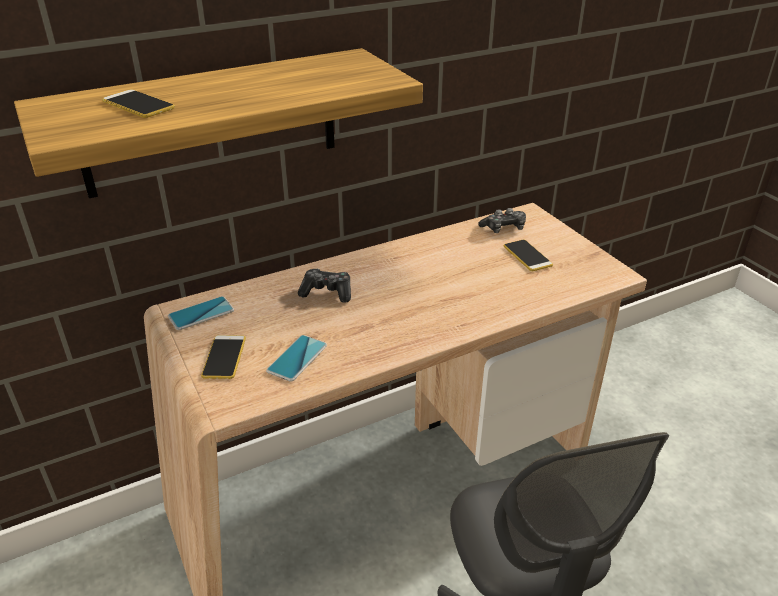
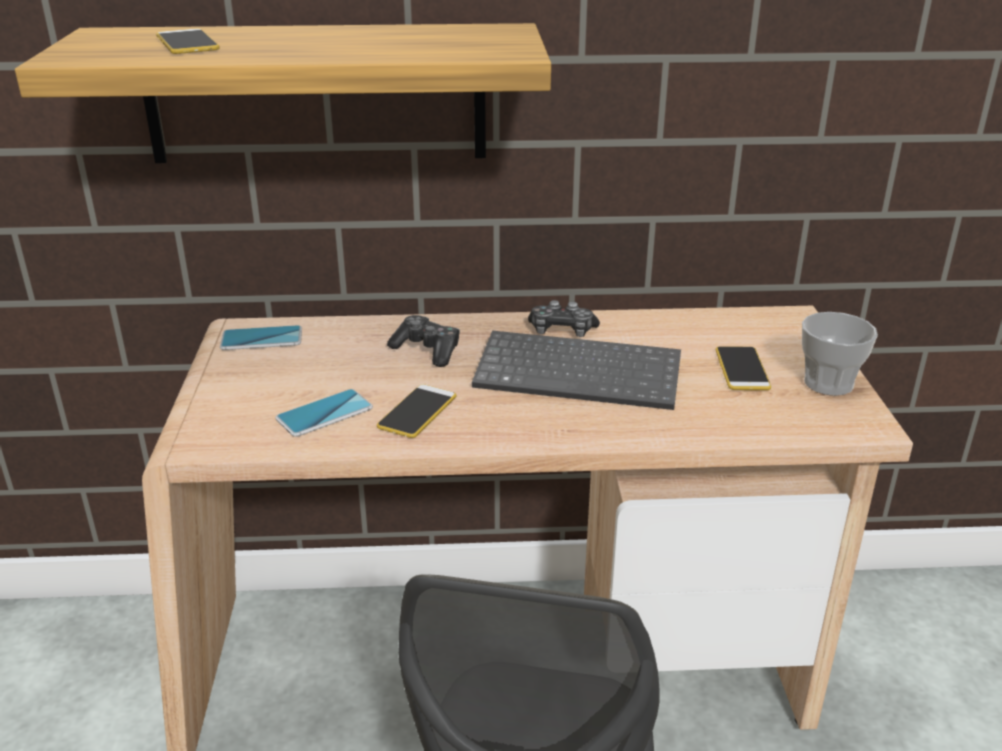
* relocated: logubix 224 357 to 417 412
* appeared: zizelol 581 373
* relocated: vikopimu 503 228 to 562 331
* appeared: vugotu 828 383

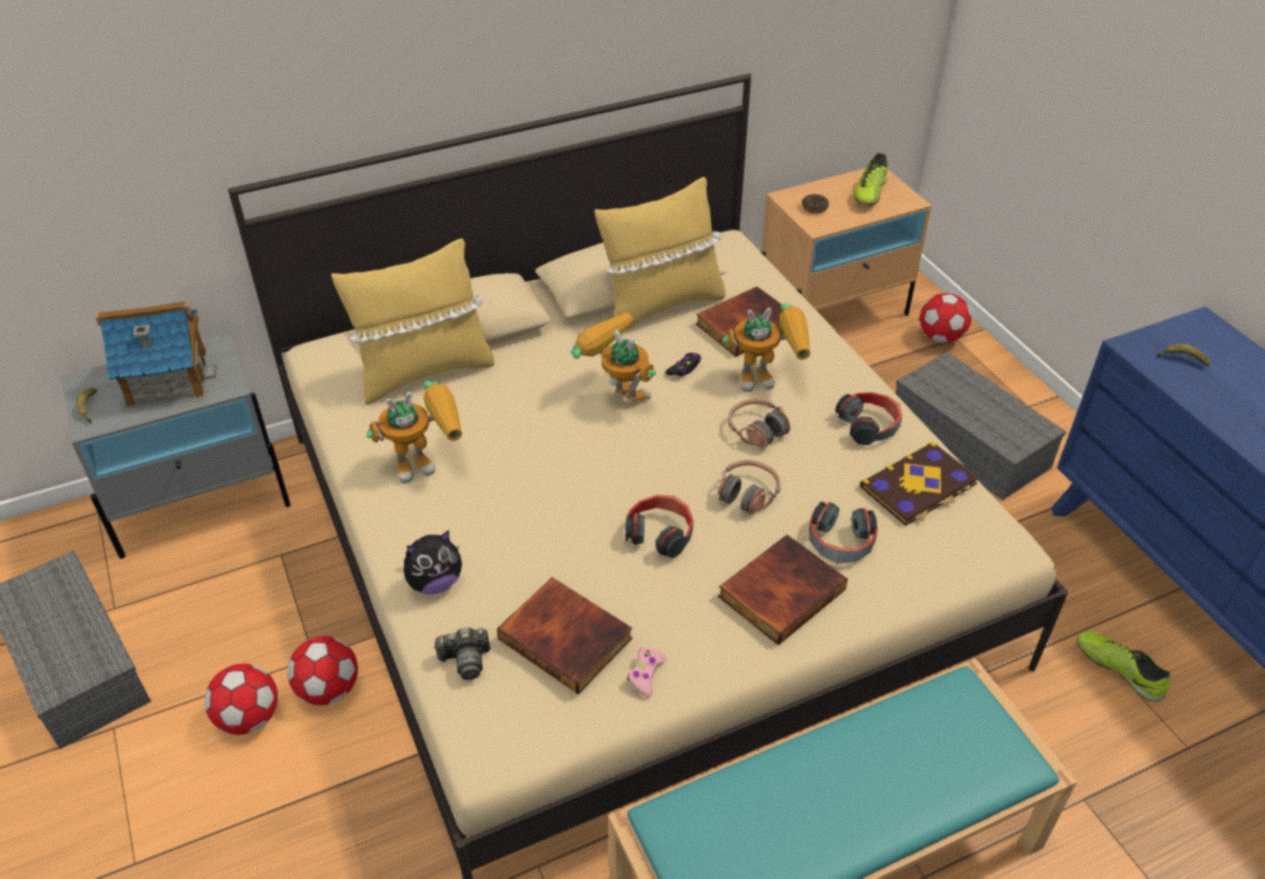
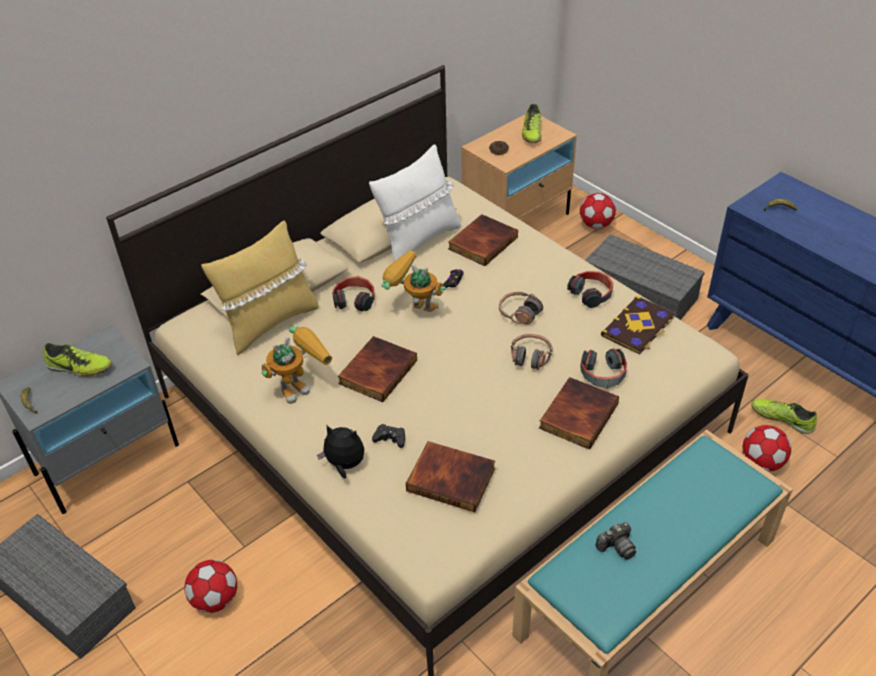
* exchanged: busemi 166 378 to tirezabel 80 368
* spun: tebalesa 435 582 = 344 465 120 degrees counterclockwise
* relocated: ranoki 660 533 to 355 300
* appeared: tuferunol 377 371
* colour: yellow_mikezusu 661 305 to white_mikezusu 418 241
* appeared: black_vikopimu 390 438
* relocated: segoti 466 660 to 616 547
* relocated: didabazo 329 689 to 761 462
* missing: pink_vikopimu 646 675
* missing: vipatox 768 377

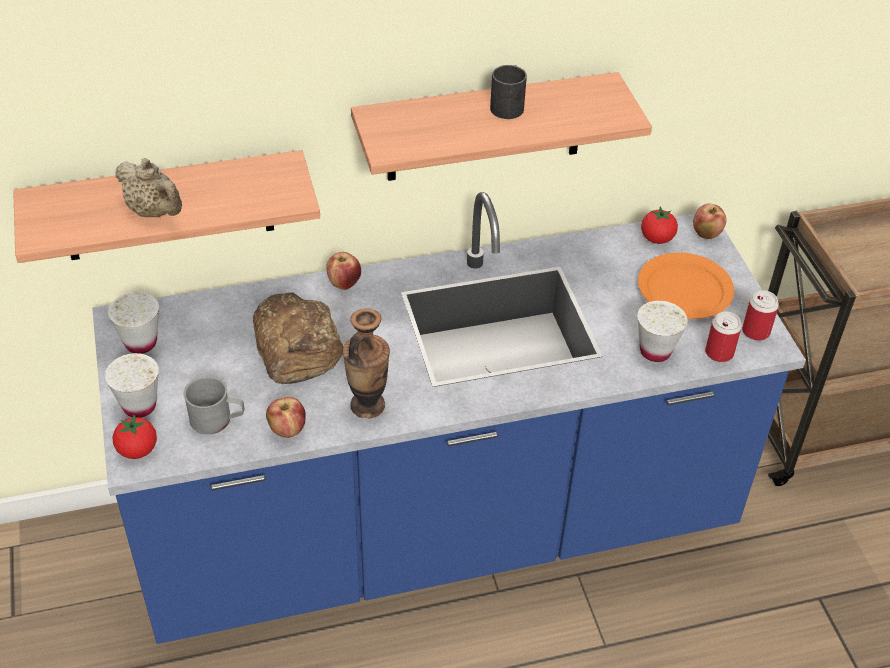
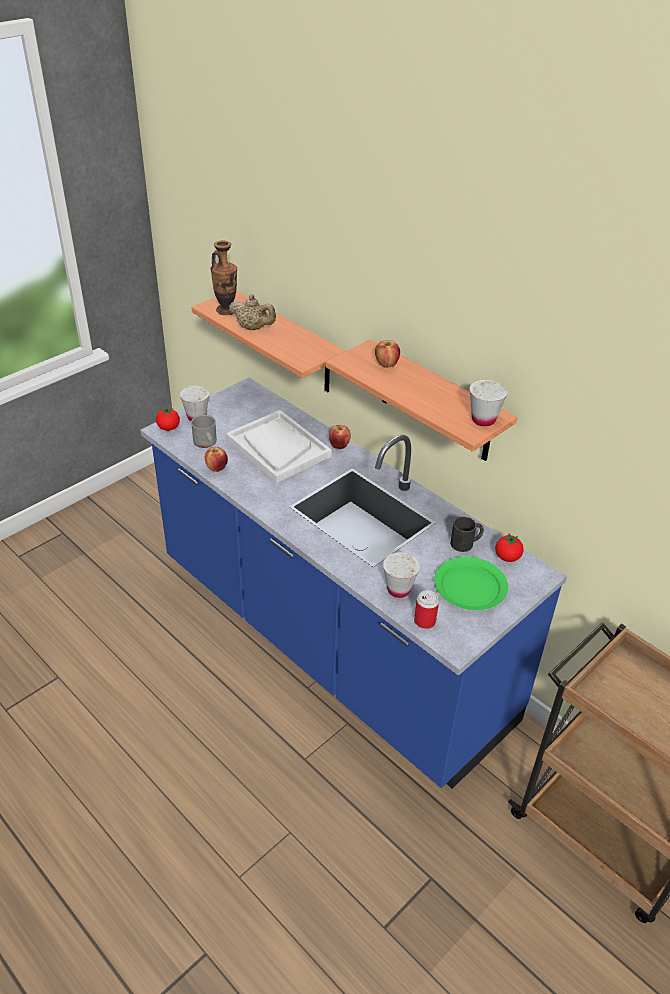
* relocated: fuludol 368 405 to 226 310
* exchanged: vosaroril 296 346 to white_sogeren 278 448
* spun: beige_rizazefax 154 212 = 253 328 75 degrees counterclockwise
* relocated: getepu 706 234 to 386 364
* colour: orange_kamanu 684 289 to green_kamanu 470 585
* relocated: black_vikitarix 508 104 to 466 543
* relocated: white_vugotu 141 343 to 483 420
* missing: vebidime 755 331

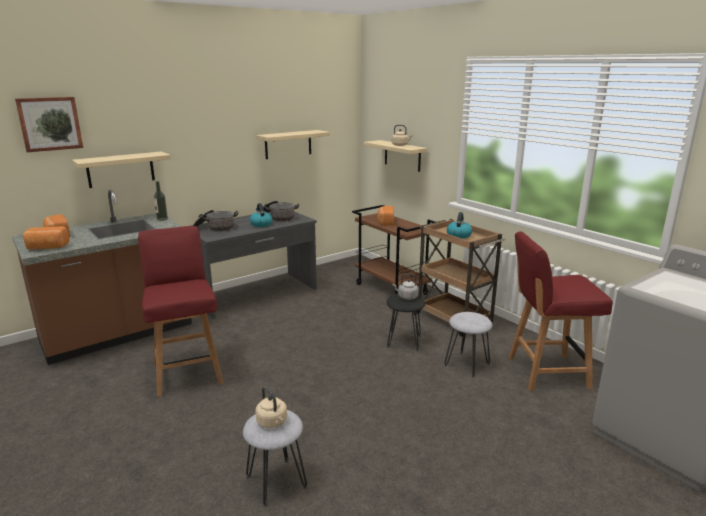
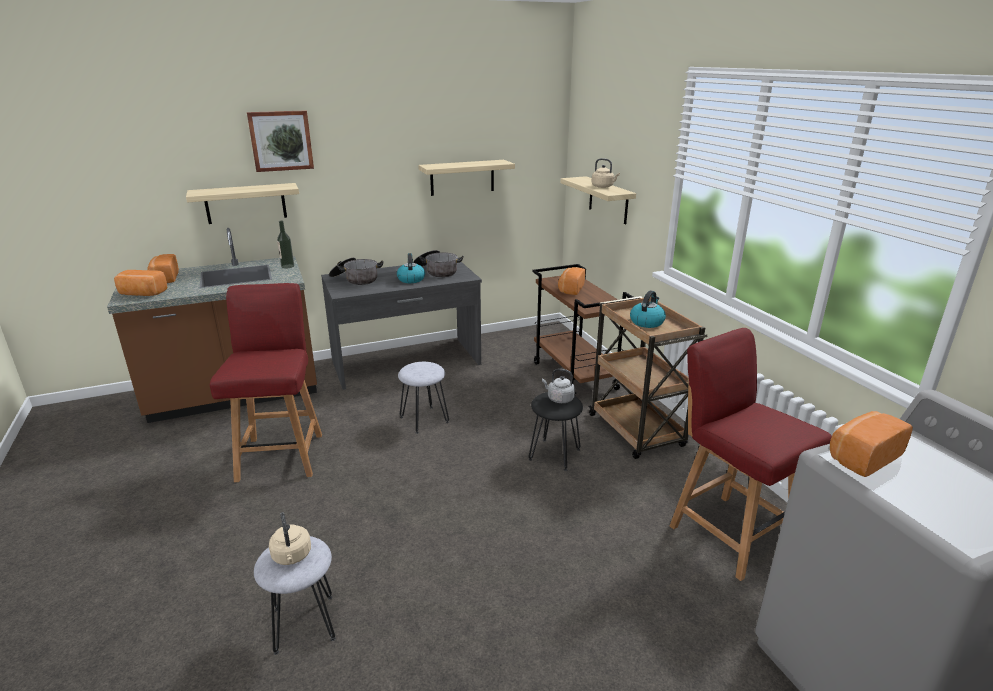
* relocated: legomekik 50 123 to 281 140
* relocated: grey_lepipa 467 364 to 424 419
* spun: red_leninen 545 372 = 729 533 45 degrees clockwise
* appeared: vosaroril 862 457

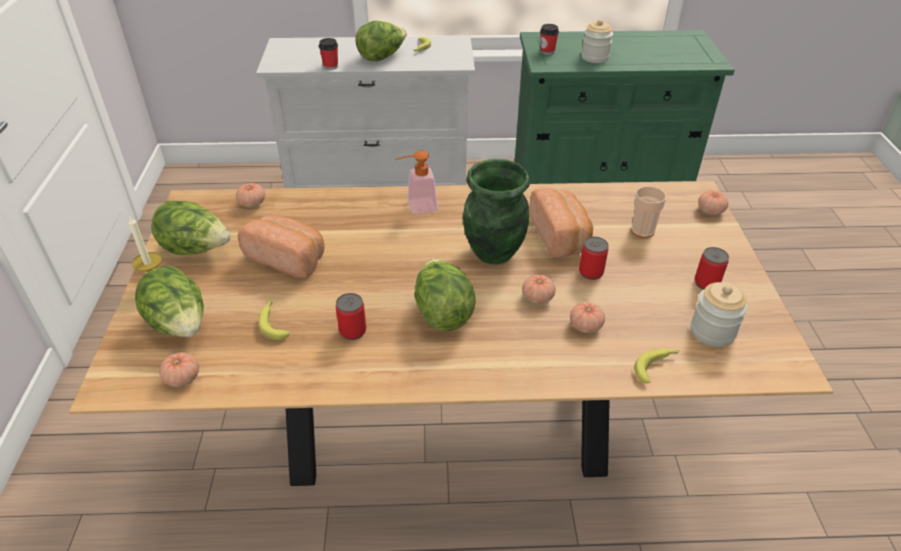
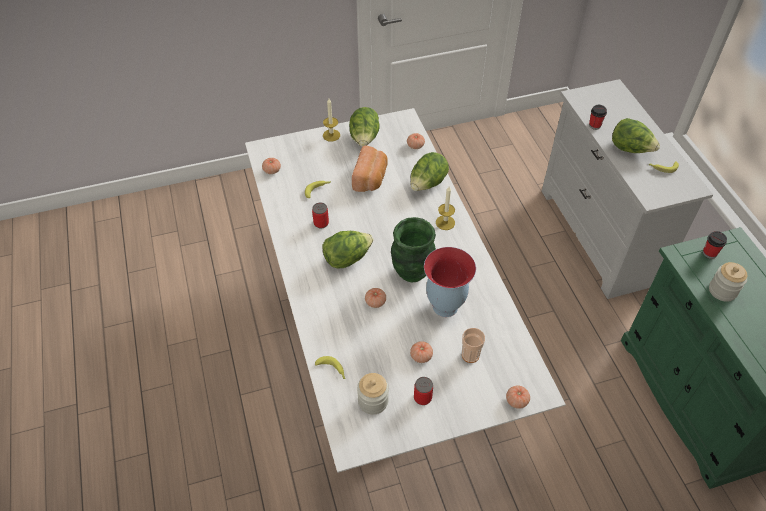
* colour: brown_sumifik 449 424 to white_sumifik 382 339
* relocated: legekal 180 325 to 427 184
* relocated: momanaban 585 326 to 421 356
* exchanged: vosaroril 560 236 to fuludol 444 306
* exchanged: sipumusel 416 206 to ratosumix 445 222
* missing: vebidime 591 272

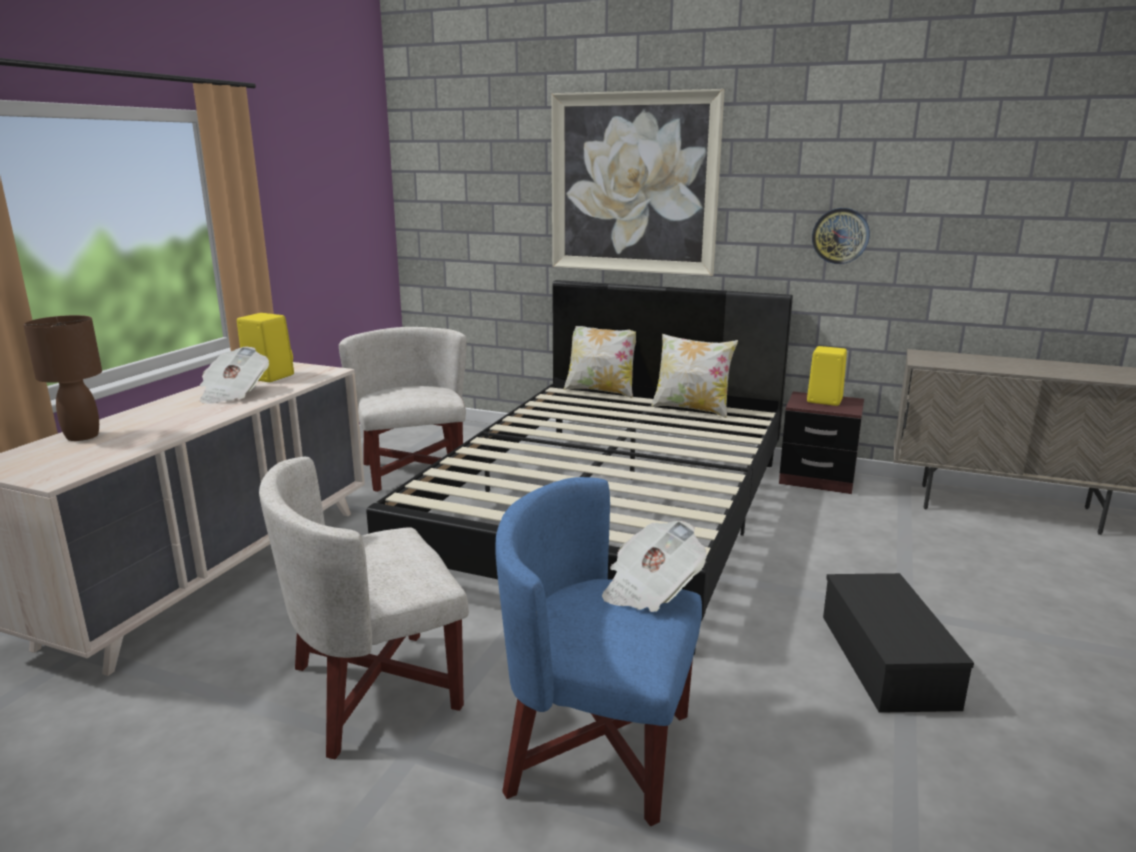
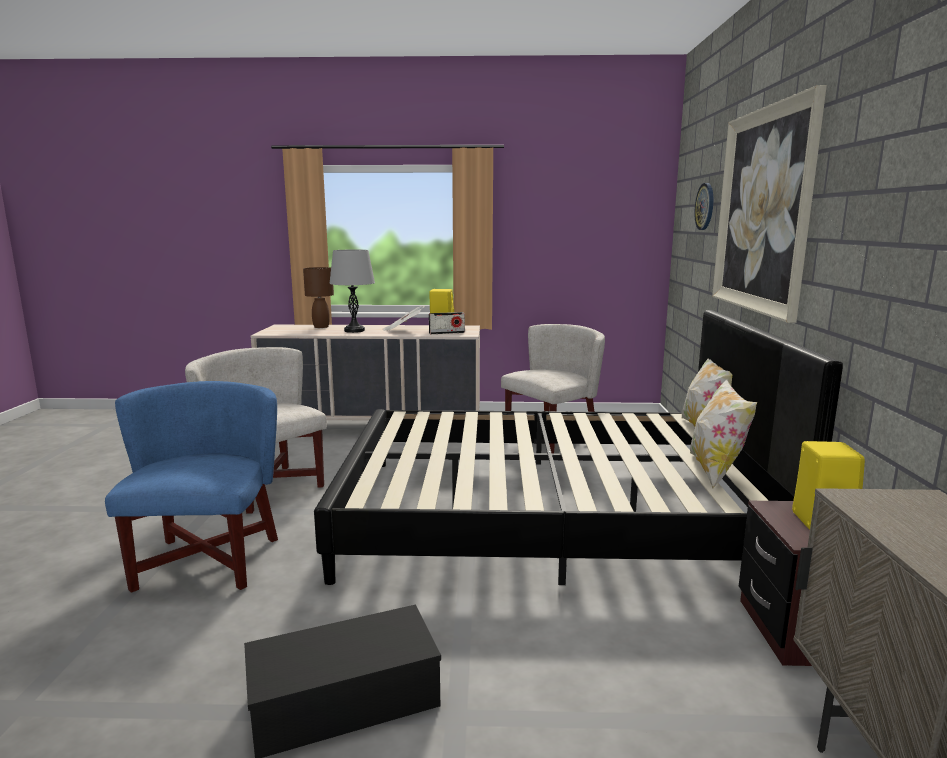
* appeared: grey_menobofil 354 330
* appeared: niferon 446 333
* relocated: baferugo 840 236 to 705 206
* missing: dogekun 650 590

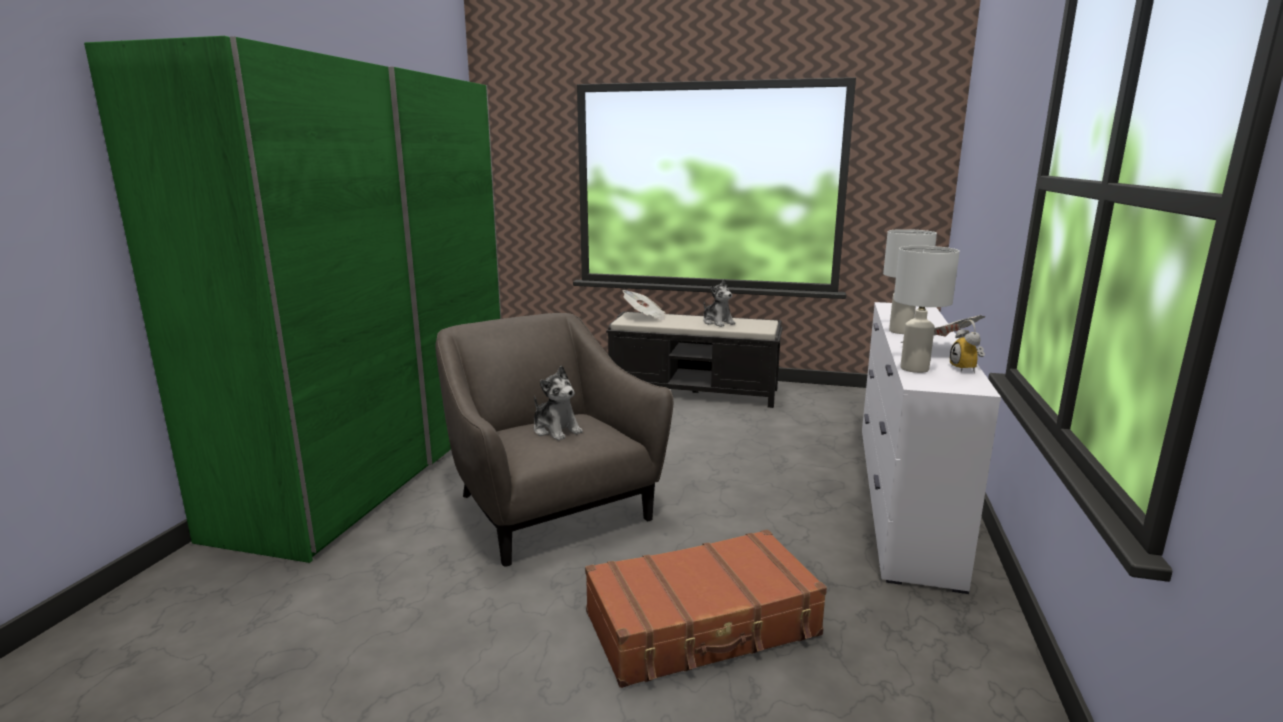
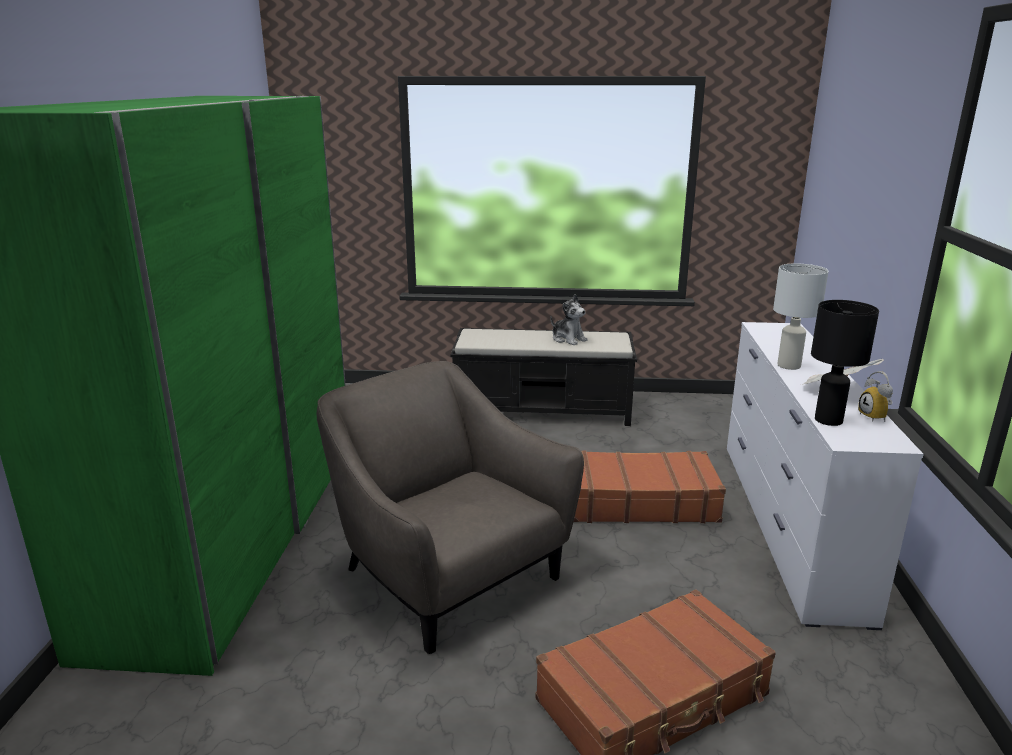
* appeared: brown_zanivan 640 501
* colour: white_menobofil 914 369 to black_menobofil 828 420
* missing: tebalesa 556 430
* missing: dogekun 645 317

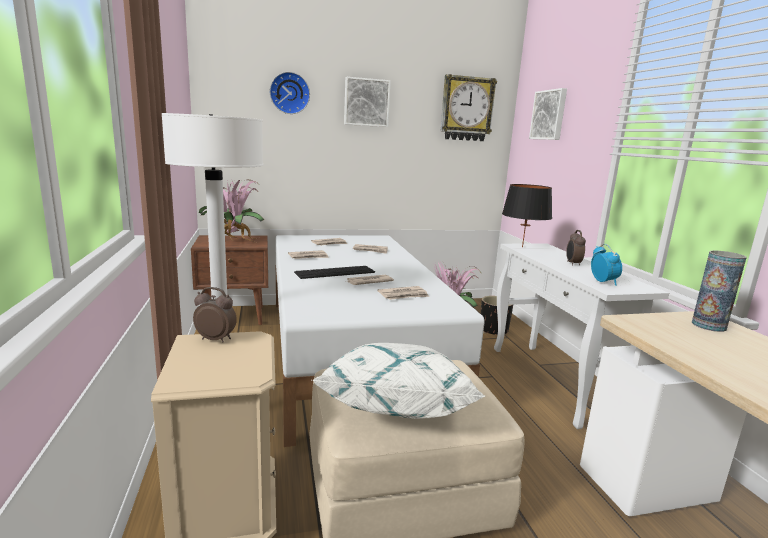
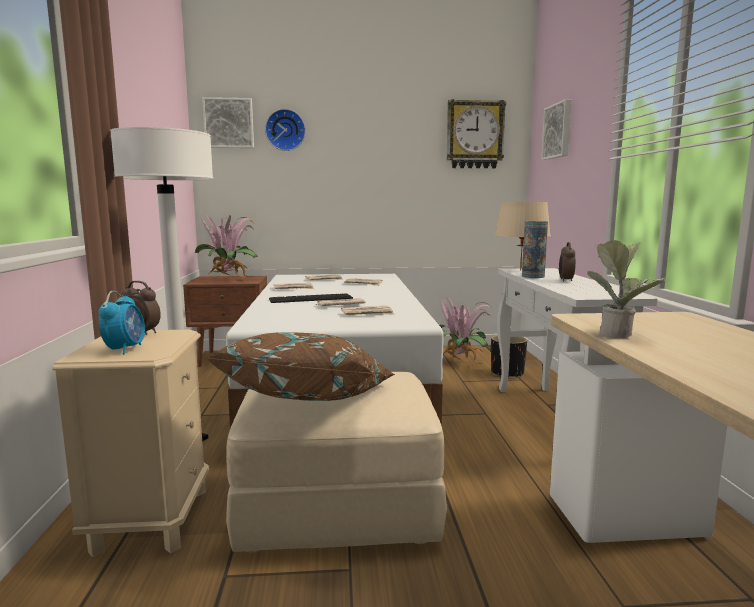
* relocated: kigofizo 603 282 to 125 349
* relocated: legomekik 366 102 to 229 123
* colour: white_mikezusu 395 404 to brown_mikezusu 312 400
* colour: black_menobofil 522 247 to beige_menobofil 520 270
* relocated: fuludol 708 325 to 533 276
* appeared: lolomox 618 333

